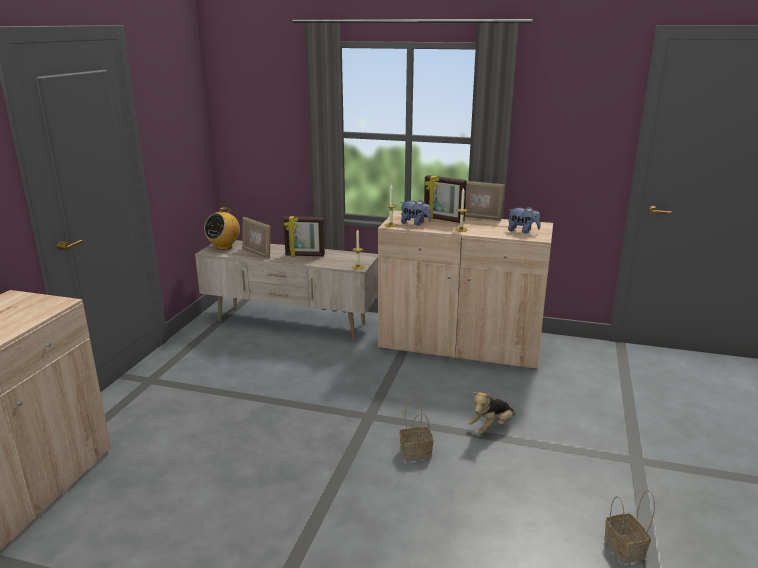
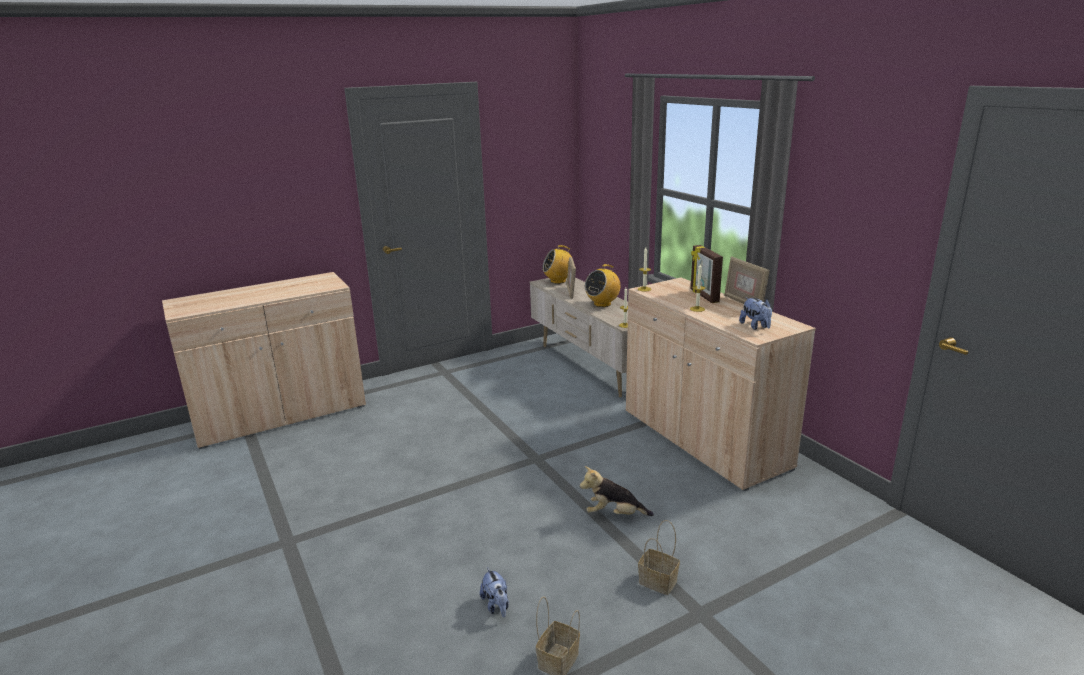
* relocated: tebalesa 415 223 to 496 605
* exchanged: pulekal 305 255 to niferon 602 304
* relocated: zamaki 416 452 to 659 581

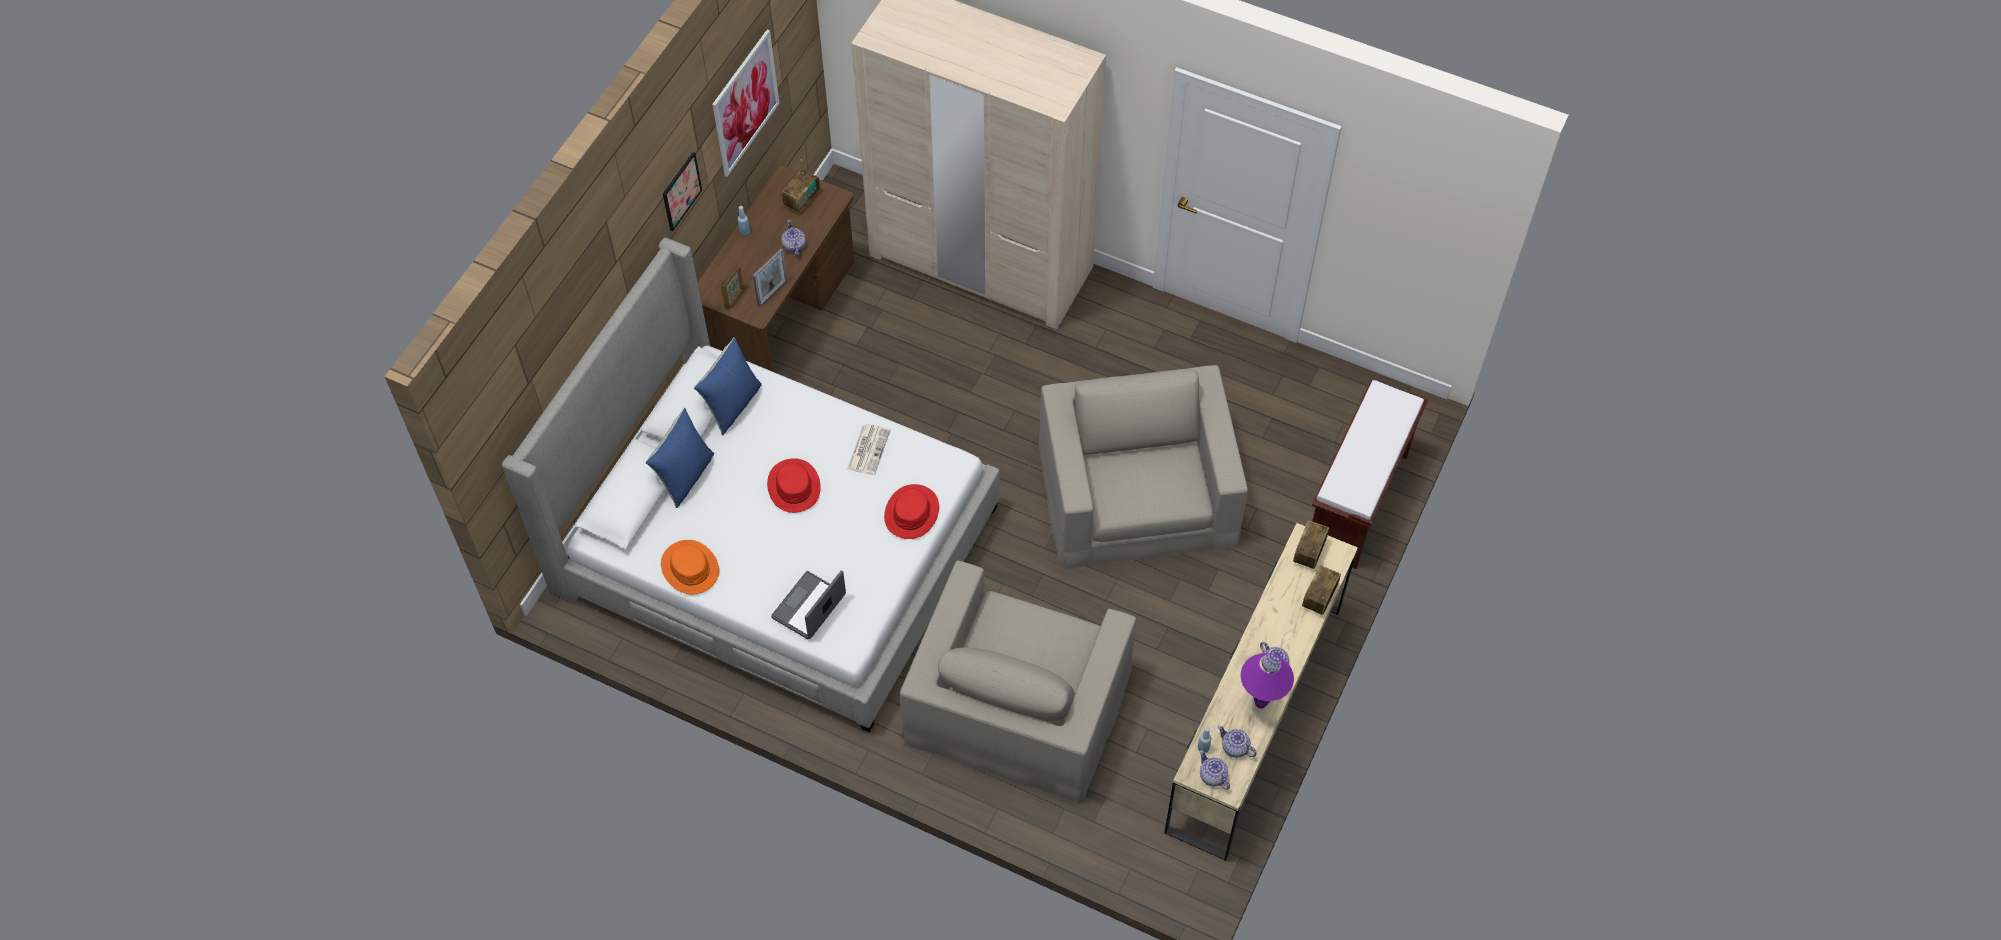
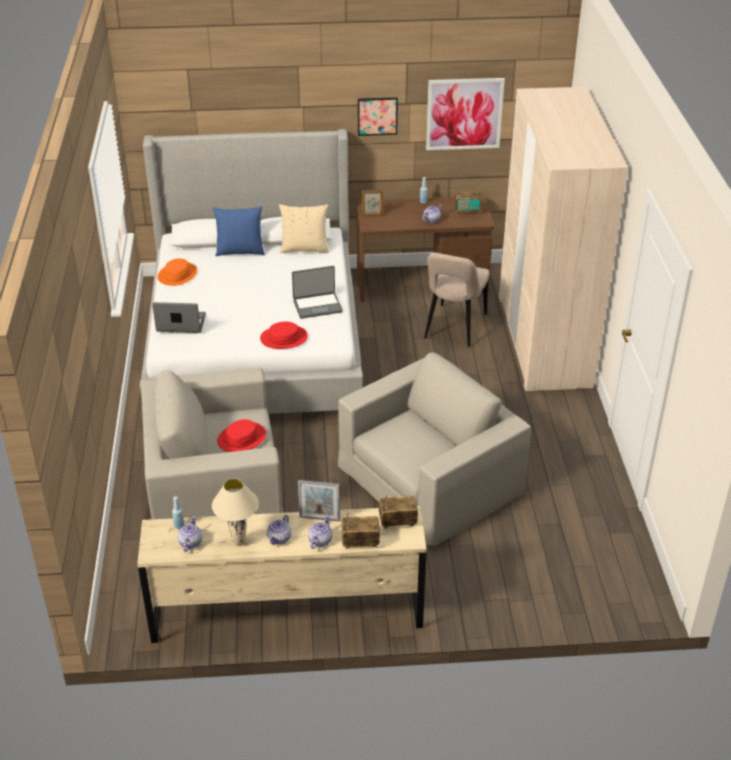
* colour: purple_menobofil 1260 703 to beige_menobofil 239 543
* relocated: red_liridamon 794 486 to 241 438
* colour: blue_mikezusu 732 405 to beige_mikezusu 304 248
* exchanged: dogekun 868 449 to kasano 317 306
* relocated: pulekal 772 293 to 319 518
* relocated: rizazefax 1212 776 to 320 541
* appeared: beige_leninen 454 328
* missing: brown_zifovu 1357 502

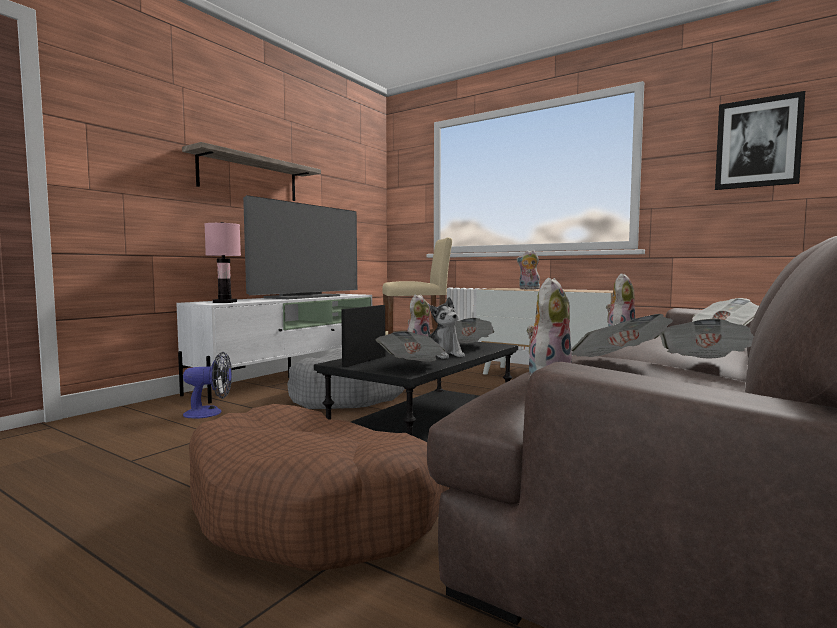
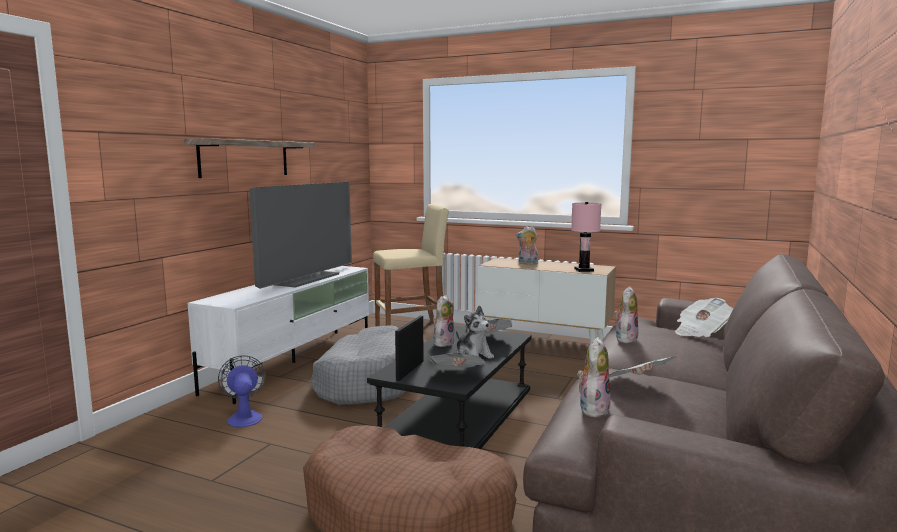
* spun: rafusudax 210 413 = 244 417 90 degrees counterclockwise
* relocated: pink_menobofil 224 302 to 583 270
* missing: dogekun 704 364
* missing: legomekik 757 143

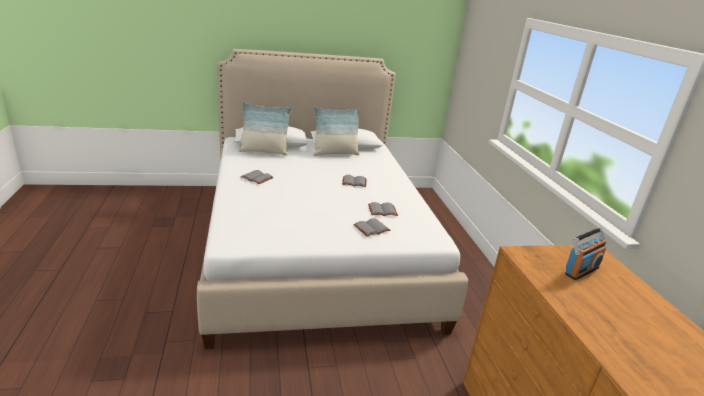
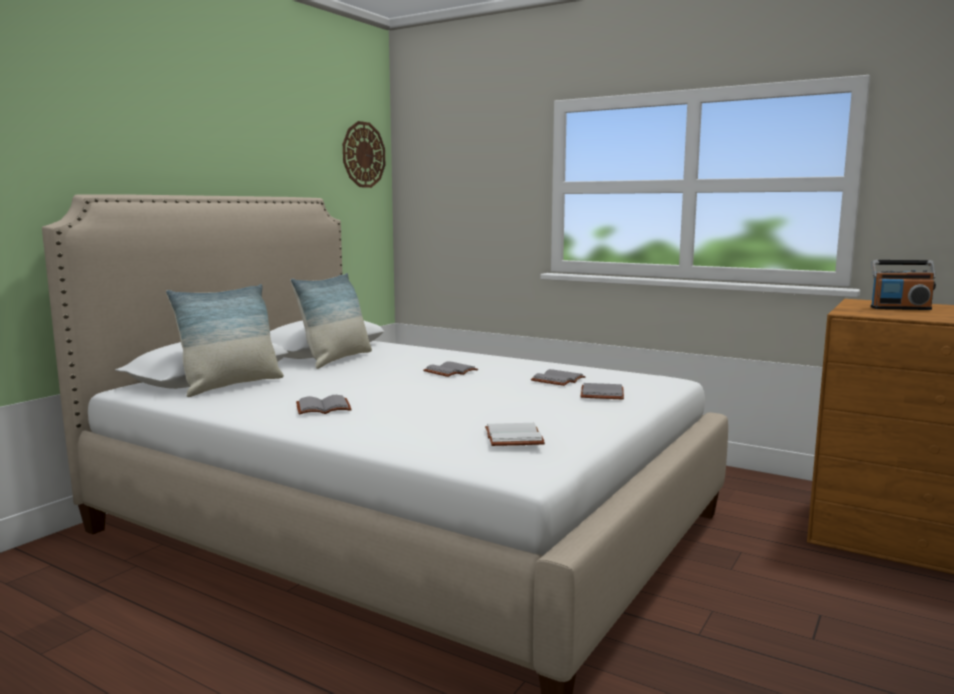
* appeared: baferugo 363 155
* appeared: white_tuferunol 515 437
* spun: niferon 581 270 = 900 308 90 degrees clockwise

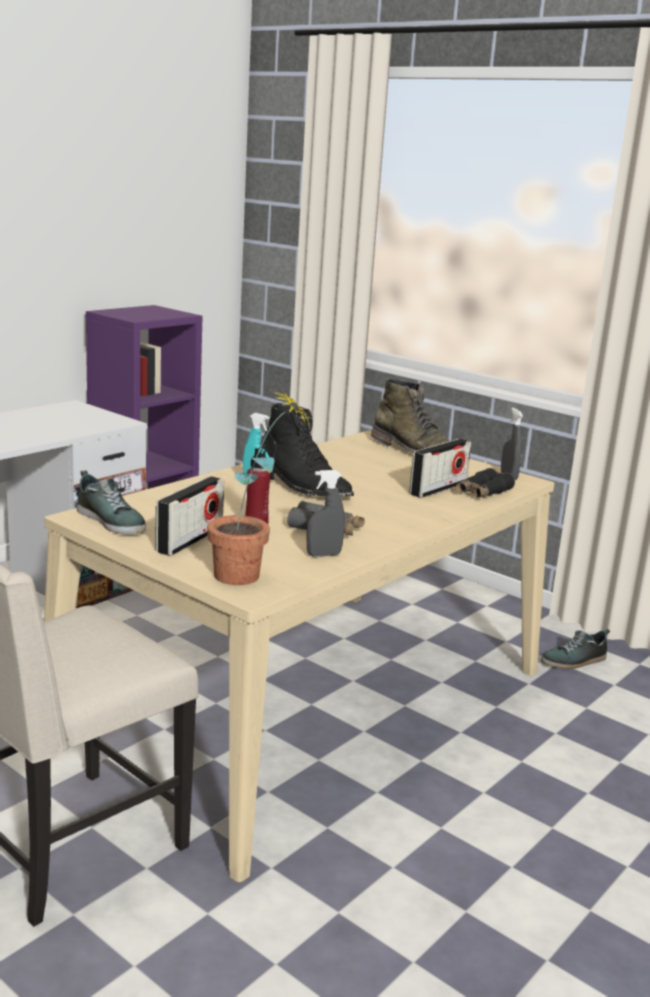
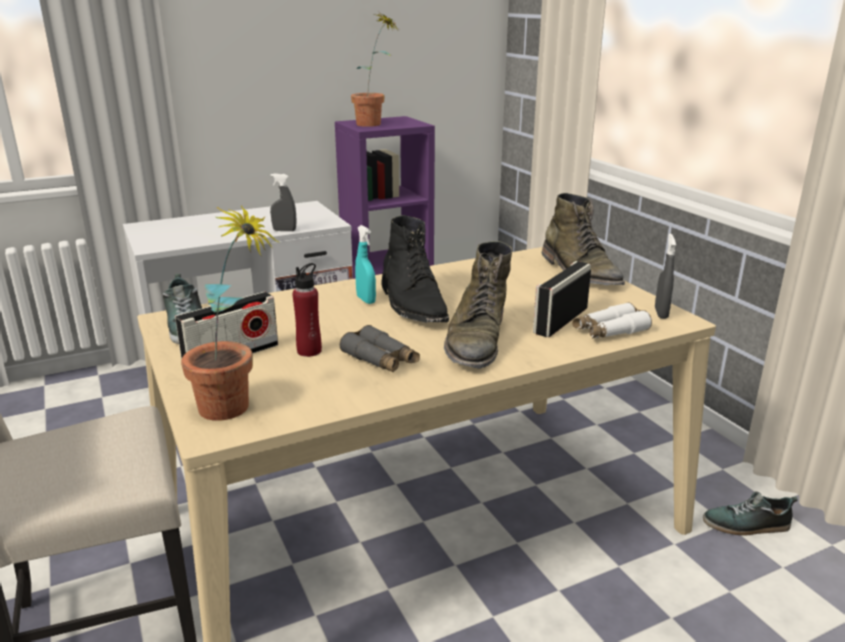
* relocated: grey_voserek 323 554 to 284 230
* appeared: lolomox 375 123
* appeared: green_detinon 476 340
* spun: niferon 438 488 = 560 320 150 degrees clockwise
* colour: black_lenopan 483 492 to white_lenopan 609 331

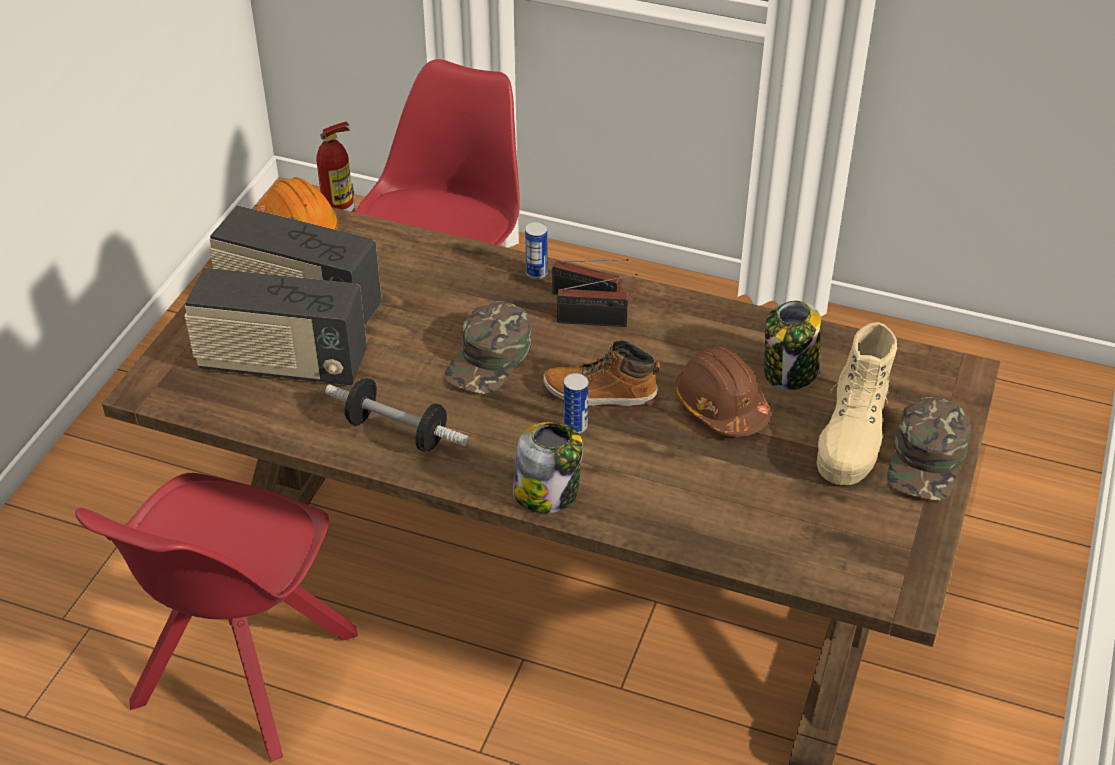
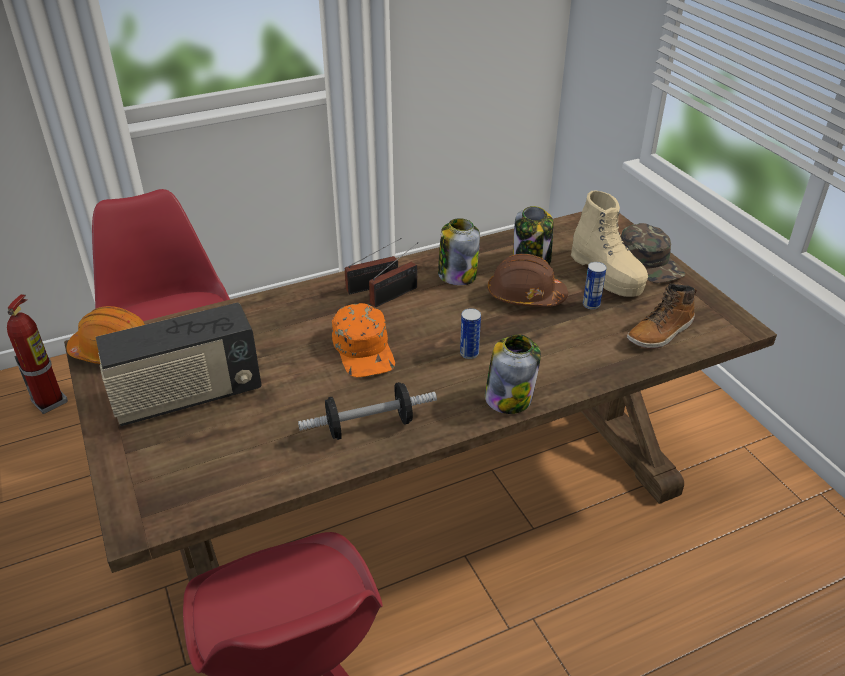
* colour: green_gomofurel 490 358 to orange_gomofurel 364 349
* appeared: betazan 457 275
* relocated: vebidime 536 273 to 591 304
* relocated: detinon 600 394 to 661 332
* missing: niferon 282 364

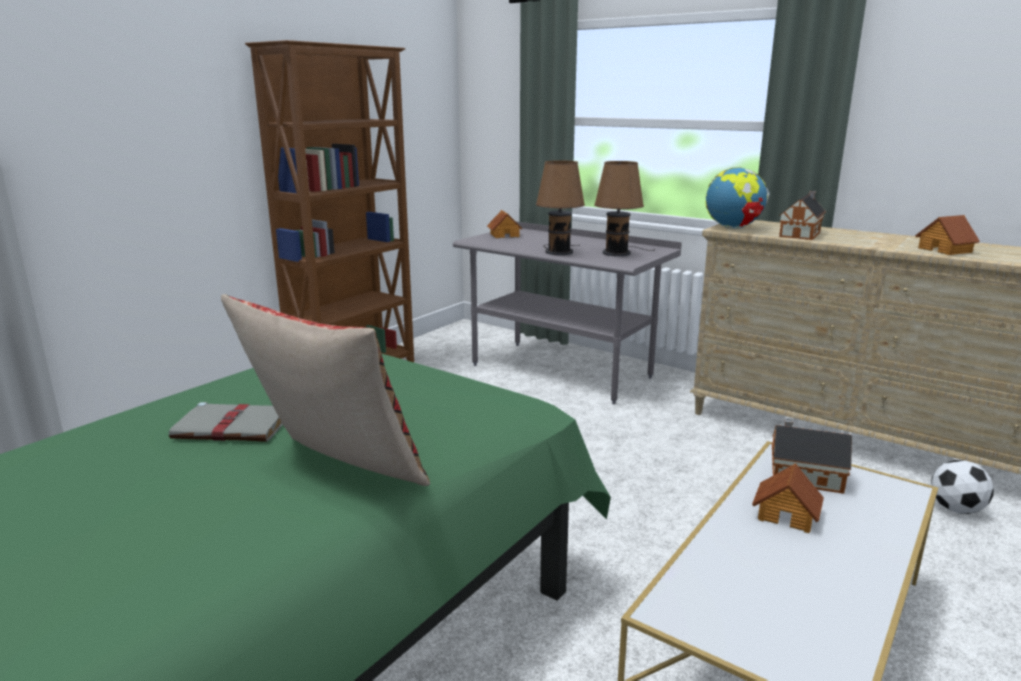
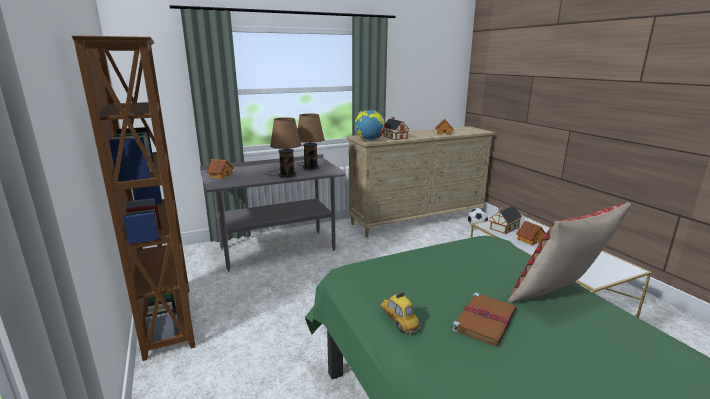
* appeared: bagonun 398 322
* colour: grey_tuferunol 234 427 to brown_tuferunol 485 320

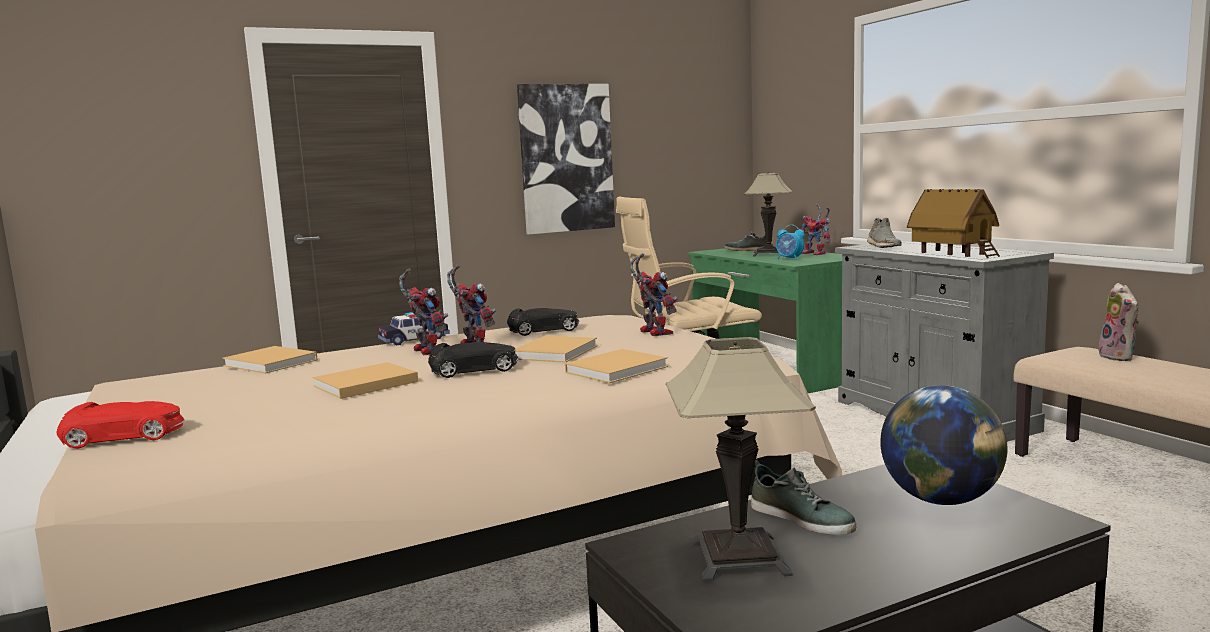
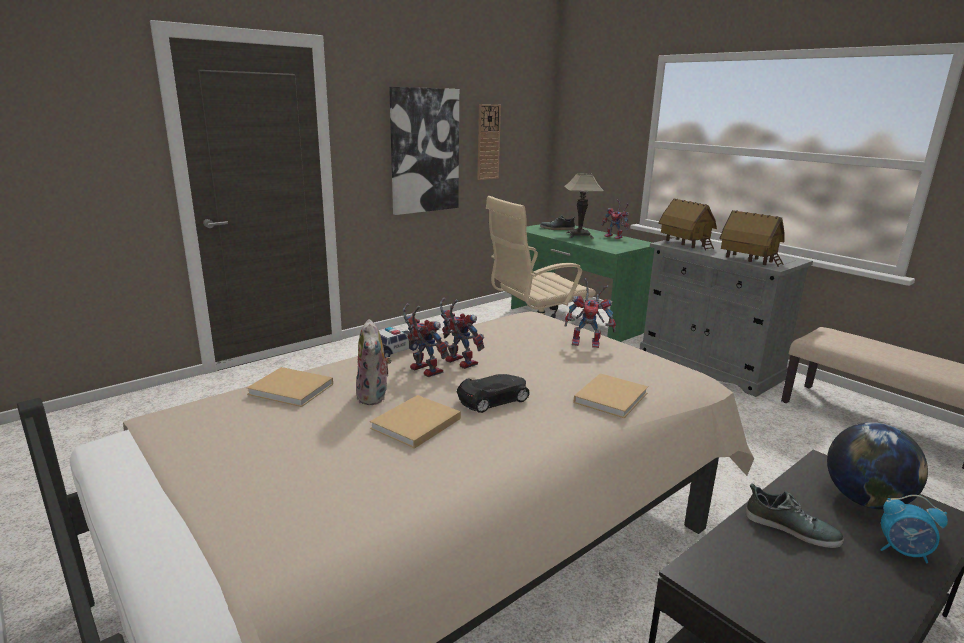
* relocated: tebalesa 1119 357 to 374 397
* appeared: baferugo 488 142
* spun: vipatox 652 332 = 588 343 135 degrees clockwise
* exchanged: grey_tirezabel 882 246 to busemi 685 244
* relocated: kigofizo 789 259 to 903 552
* missing: red_bagonun 125 436
* missing: black_bagonun 544 330
* missing: beige_tuferunol 556 352
* missing: menobofil 738 557

